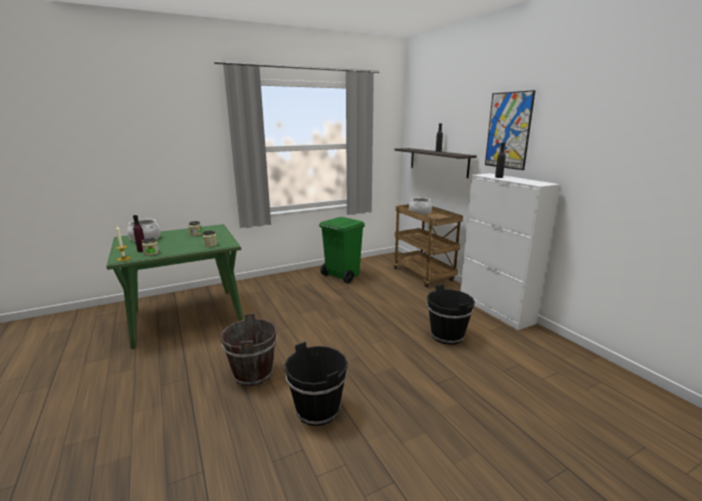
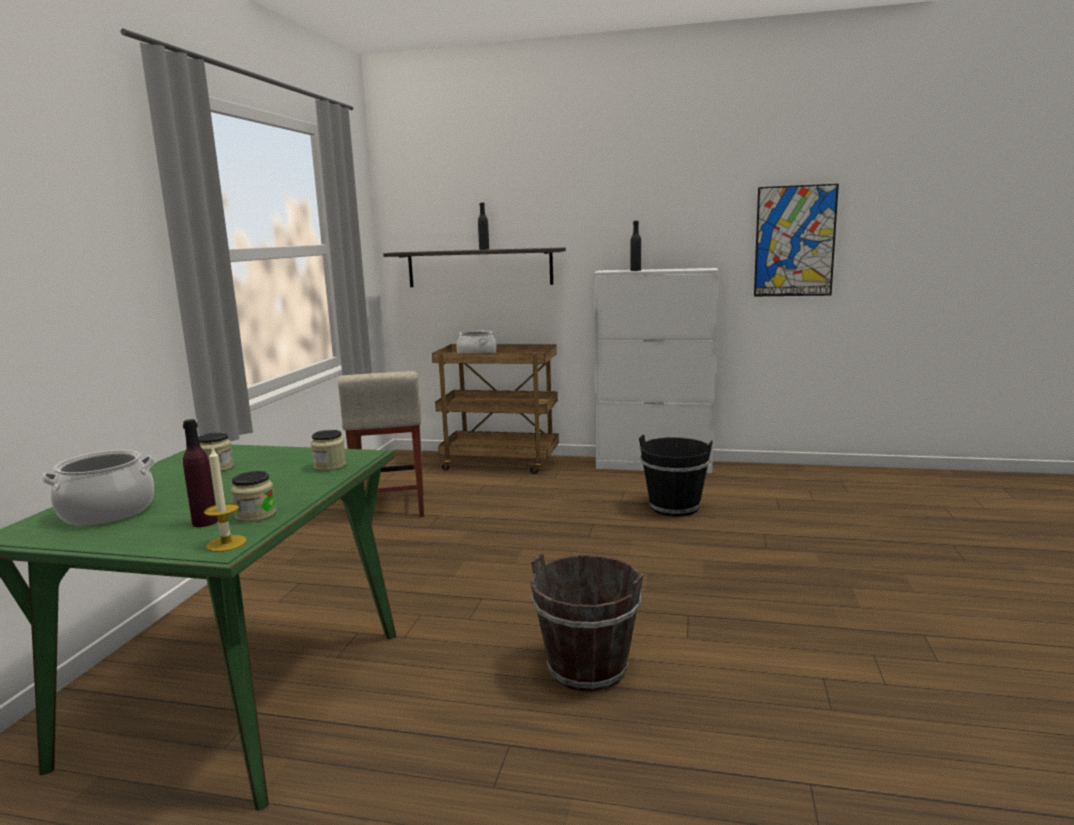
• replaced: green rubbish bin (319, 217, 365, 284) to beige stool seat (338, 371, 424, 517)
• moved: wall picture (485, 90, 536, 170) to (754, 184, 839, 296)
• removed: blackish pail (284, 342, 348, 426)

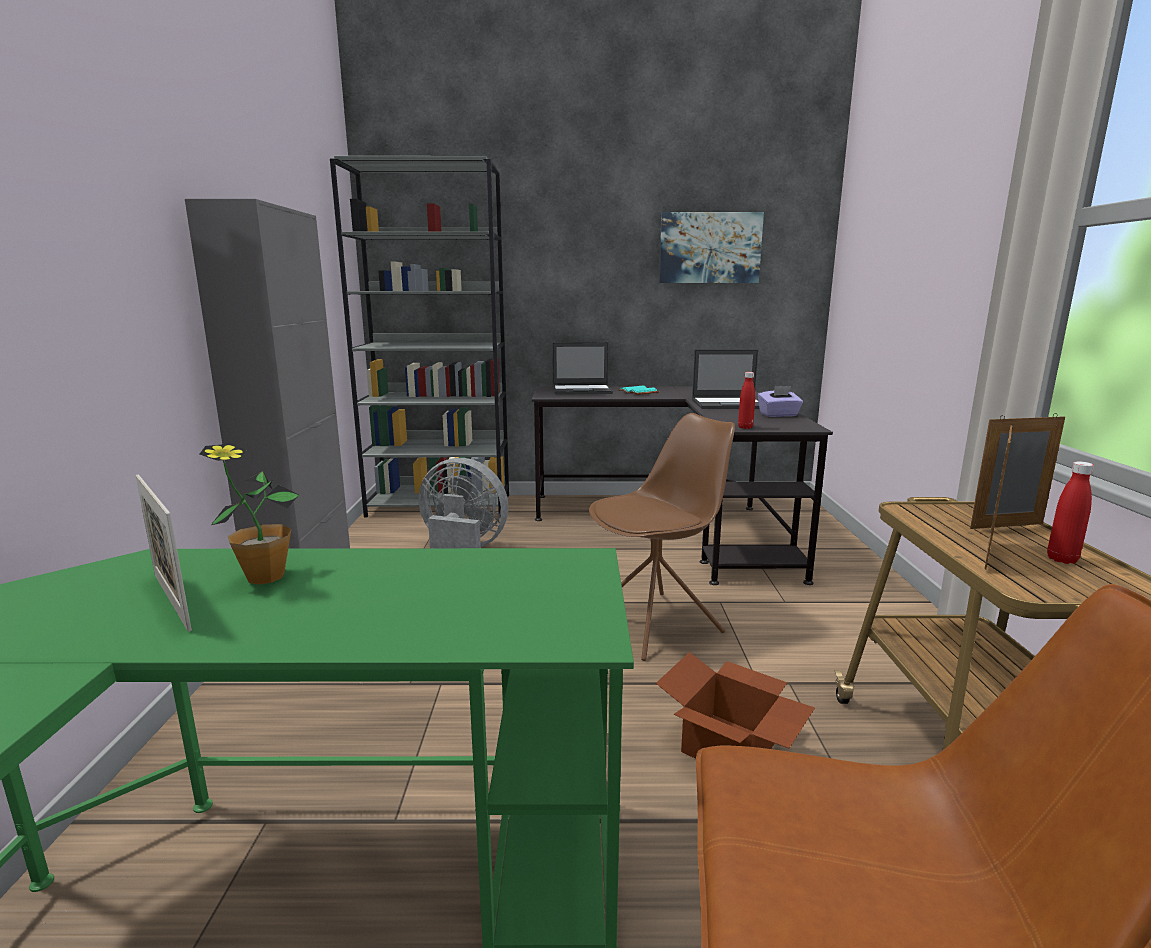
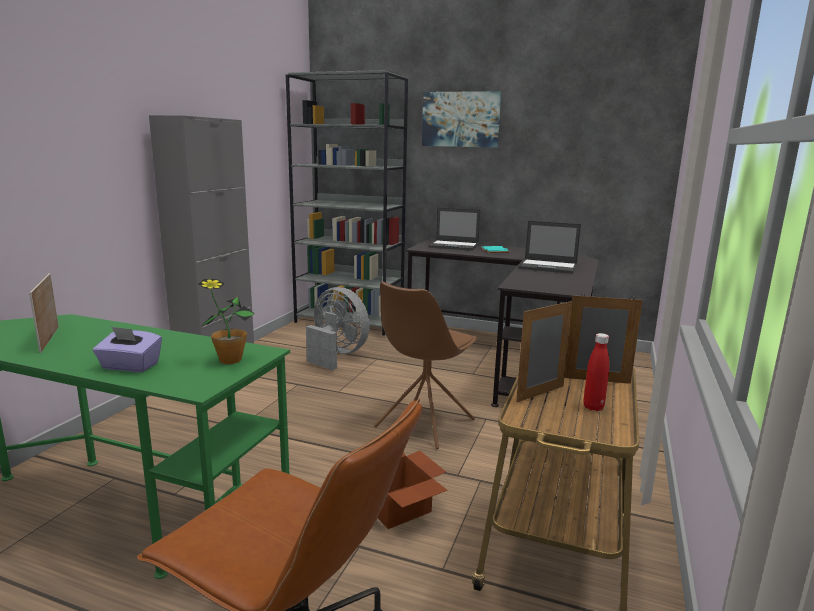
• moved: purple tissue box (758, 386, 803, 417) to (93, 326, 162, 372)
• moved: plant in a pot (200, 444, 299, 585) to (198, 279, 255, 364)
• turned: brown chair (589, 413, 735, 661) = (374, 282, 477, 449) 135 degrees clockwise
• moved: wall picture (659, 212, 764, 283) to (422, 91, 501, 148)
• removed: red bottle (738, 372, 755, 429)

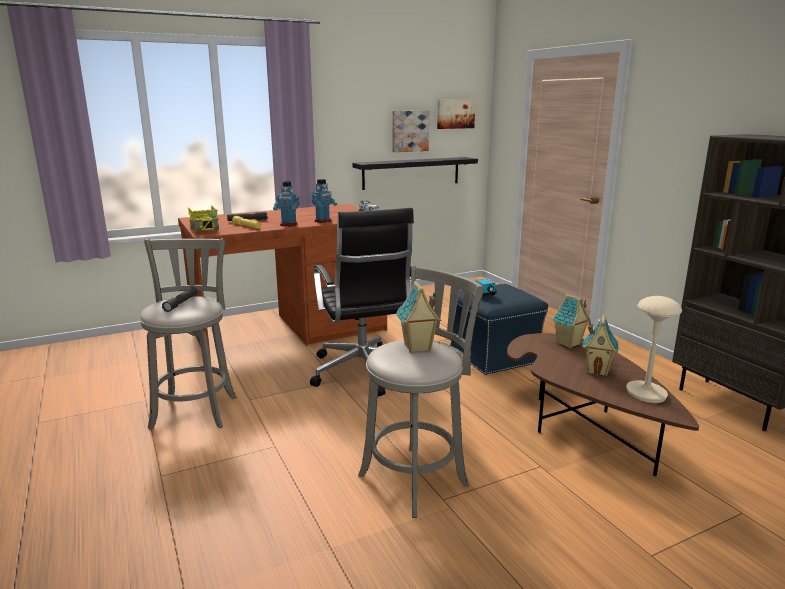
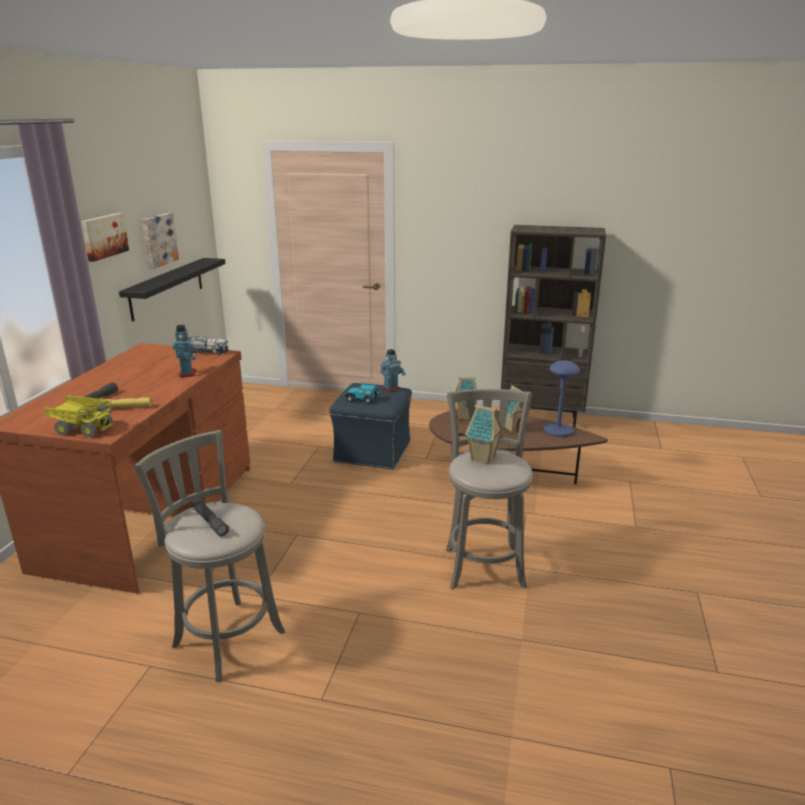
• moved: wall picture (437, 100, 476, 129) to (81, 213, 129, 262)
• moved: robot figure (273, 181, 300, 226) to (381, 349, 406, 392)
• recoloured: beige table lamp (626, 296, 682, 403) to blue table lamp (543, 360, 580, 437)
• removed: blackish desk chair (310, 208, 414, 396)

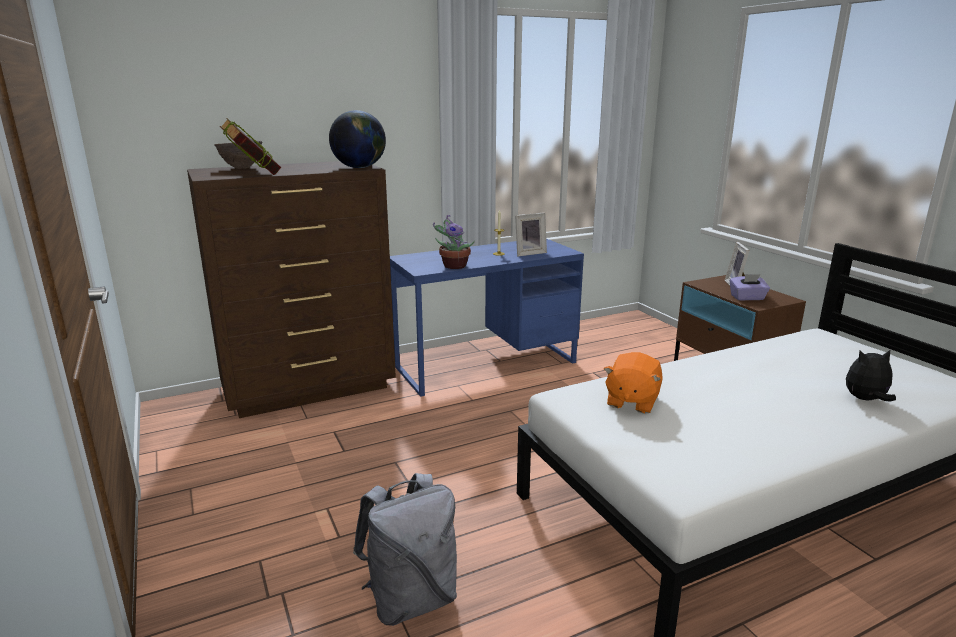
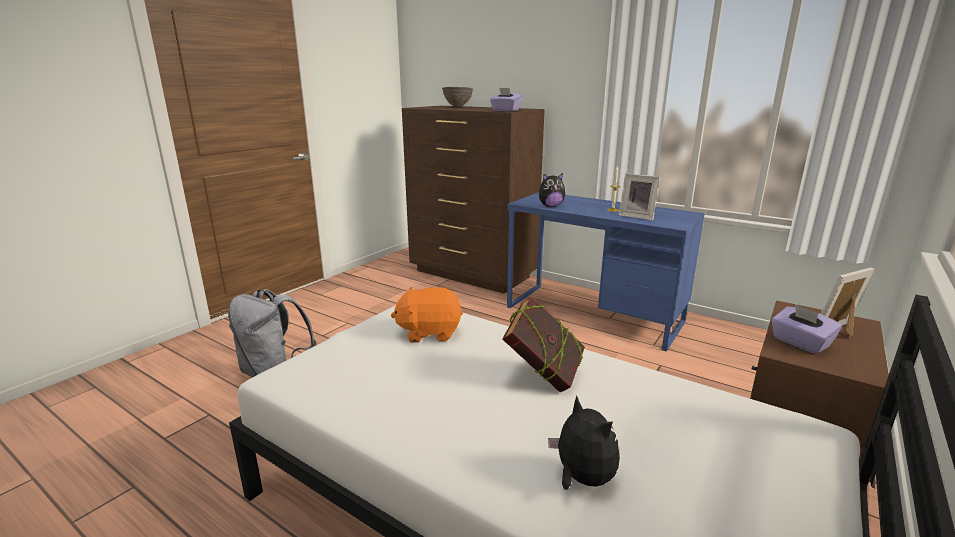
• replaced: world globe (329, 110, 386, 168) to purple tissue box (490, 88, 522, 111)
• moved: book (220, 119, 281, 175) to (502, 296, 585, 392)
• replaced: plant in a pot (433, 215, 475, 269) to plush toy (539, 173, 565, 207)

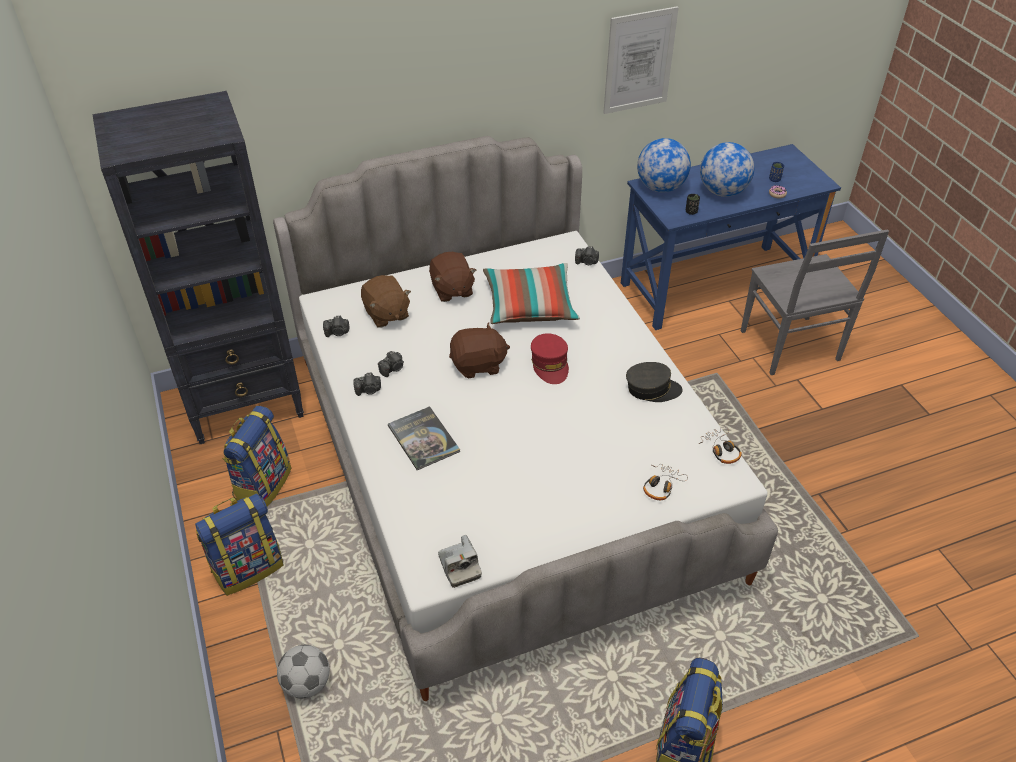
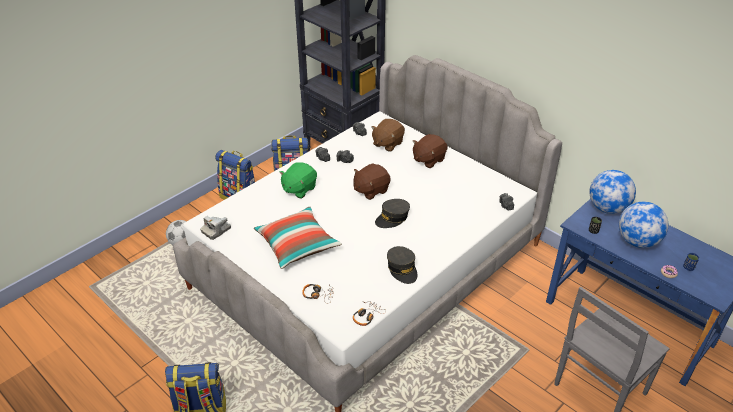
• moved: pillow (483, 263, 580, 324) to (254, 207, 342, 269)
• replaced: book (388, 406, 460, 470) to green plush toy (280, 162, 317, 198)
• turned: brown plush toy (449, 322, 510, 379) = (353, 163, 391, 200) 90 degrees clockwise
• recoloured: red baseball cap (531, 333, 569, 384) to greyish baseball cap (375, 199, 410, 228)
• removed: wall picture (603, 6, 679, 114)

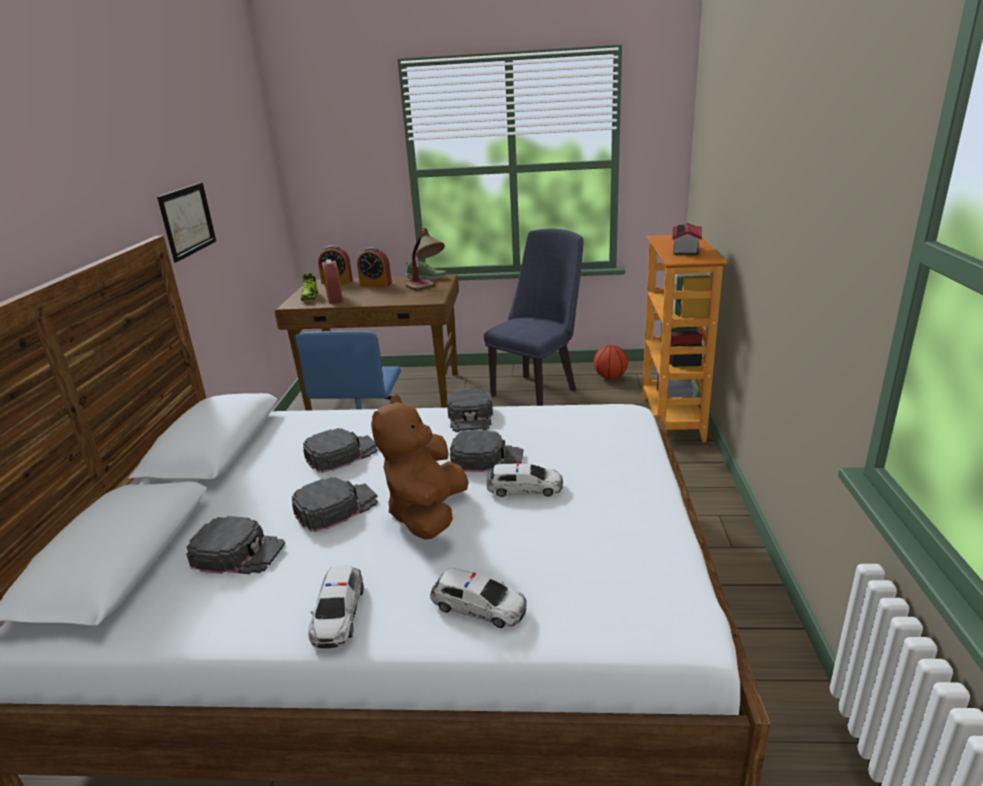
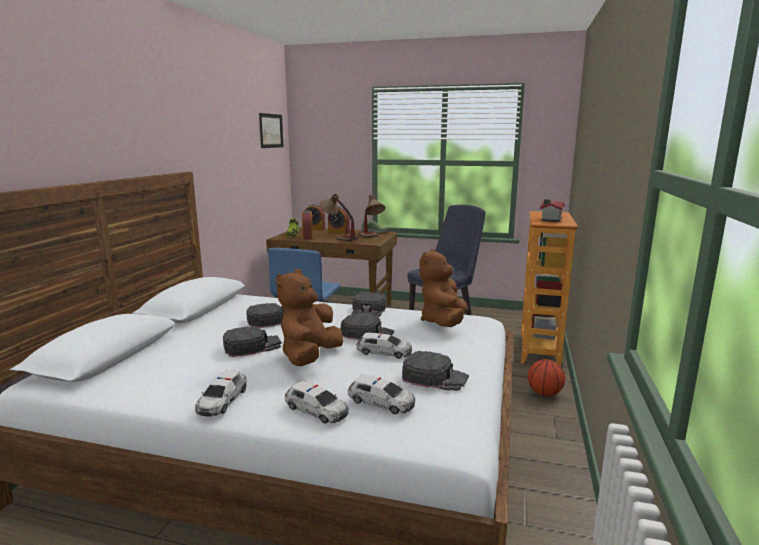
• moved: wall picture (157, 182, 216, 262) to (259, 113, 284, 148)
• added: table lamp (319, 194, 358, 241)
• added: model car (348, 375, 415, 414)
• moved: blackish baseball cap (186, 516, 285, 574) to (402, 351, 469, 391)
• added: brown plush toy (419, 249, 468, 327)
• moved: ball for basketball (594, 345, 628, 379) to (528, 359, 565, 396)

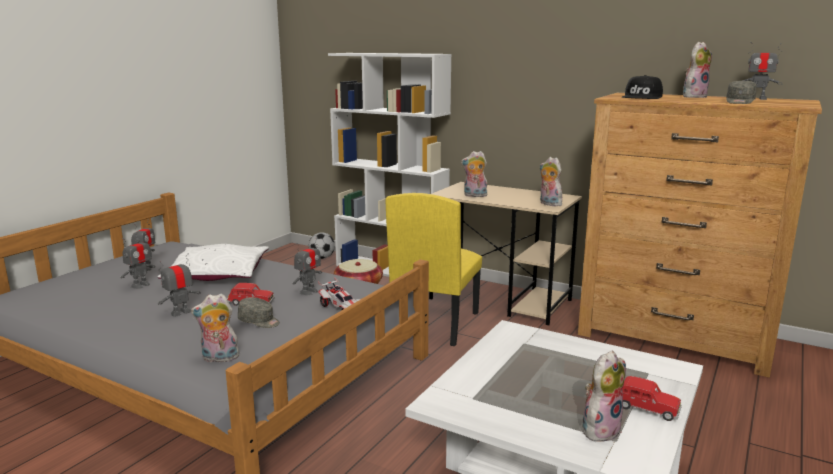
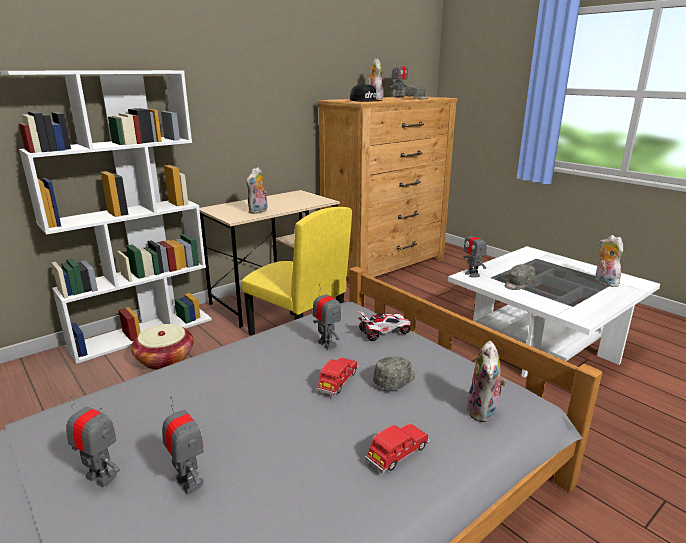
• moved: red model car (622, 376, 682, 421) to (365, 423, 430, 473)
• moved: robot figure (158, 253, 201, 317) to (463, 226, 487, 278)
• added: greyish baseball cap (505, 264, 535, 290)
• removed: white-coloured pillow (158, 244, 269, 281)
• removed: football ball (309, 232, 335, 259)
• removed: plush toy (539, 157, 562, 206)

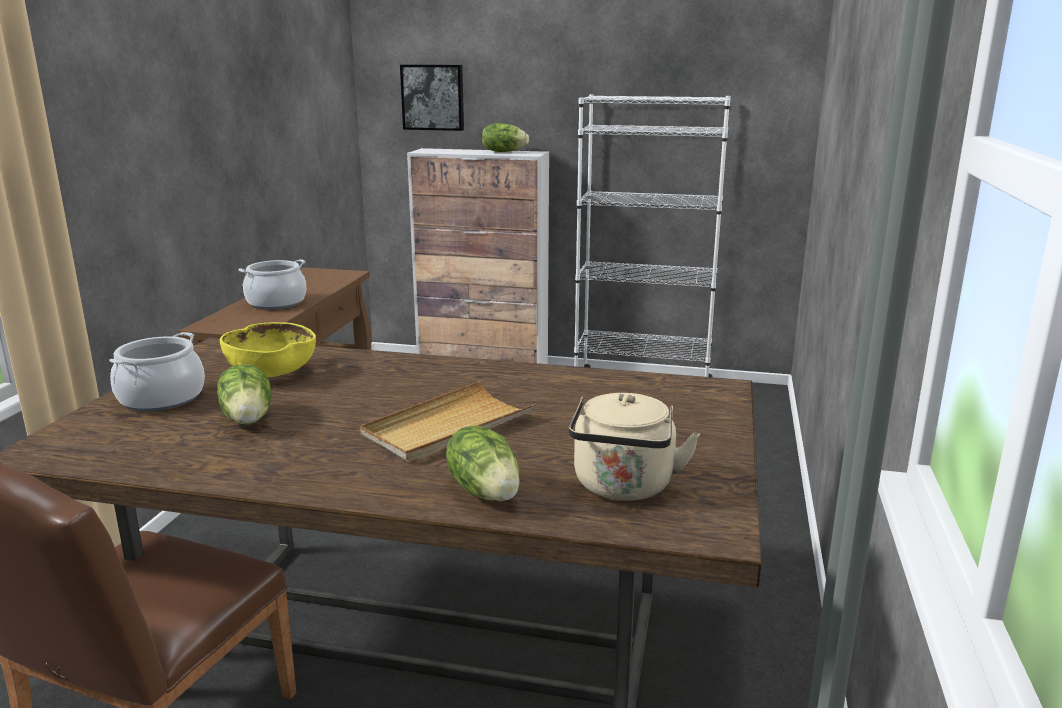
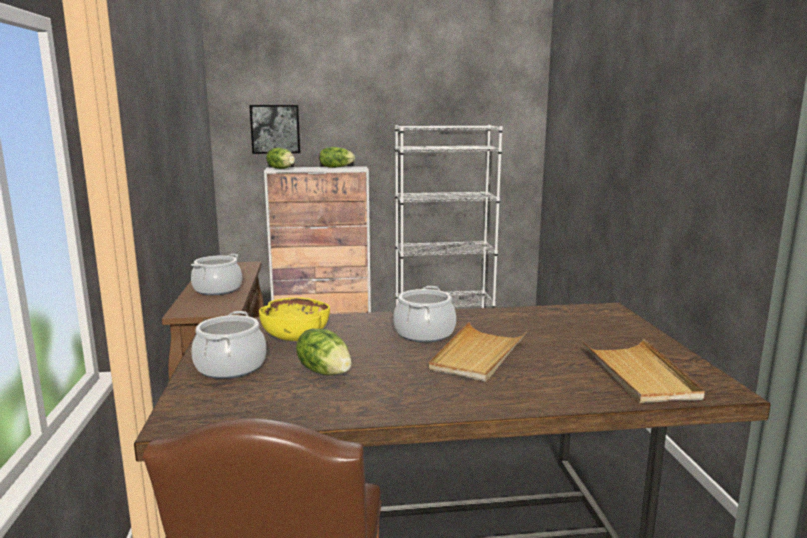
• moved: lettuce head (446, 425, 520, 501) to (266, 147, 295, 169)
• added: stockpot (393, 286, 456, 342)
• replaced: beige kettle (568, 393, 700, 501) to beige serving tray (582, 339, 705, 403)

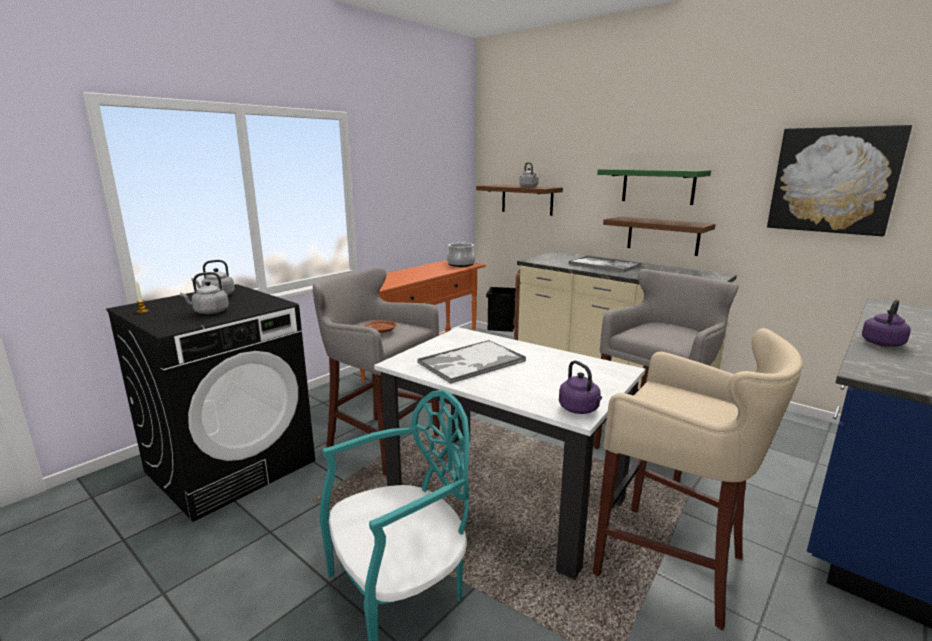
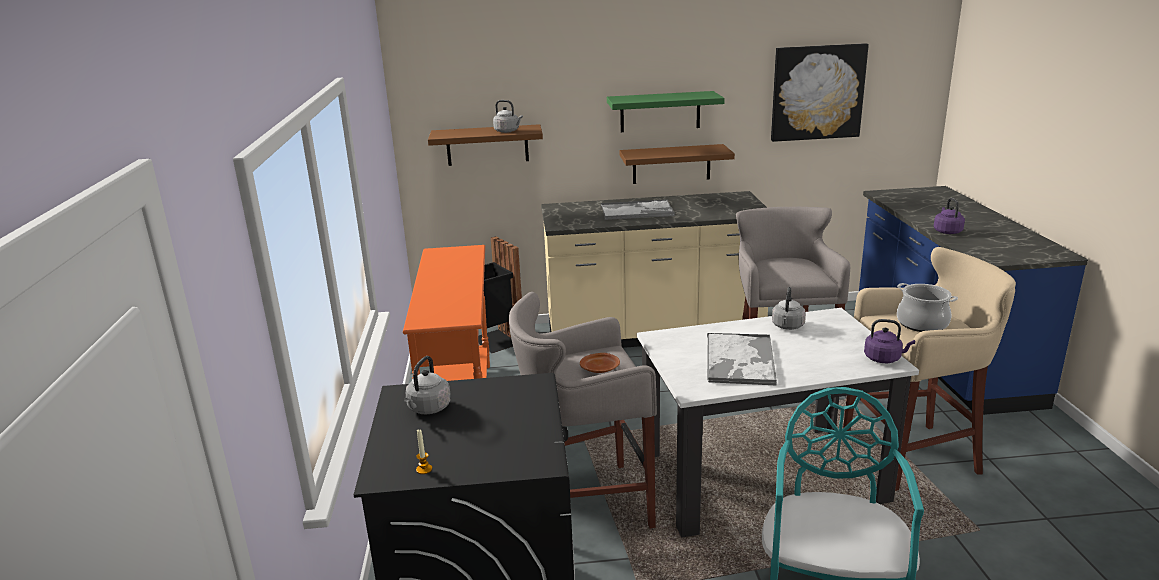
• moved: greyish kettle (180, 272, 229, 314) to (772, 287, 806, 330)
• moved: stockpot (447, 242, 475, 267) to (897, 283, 958, 332)

